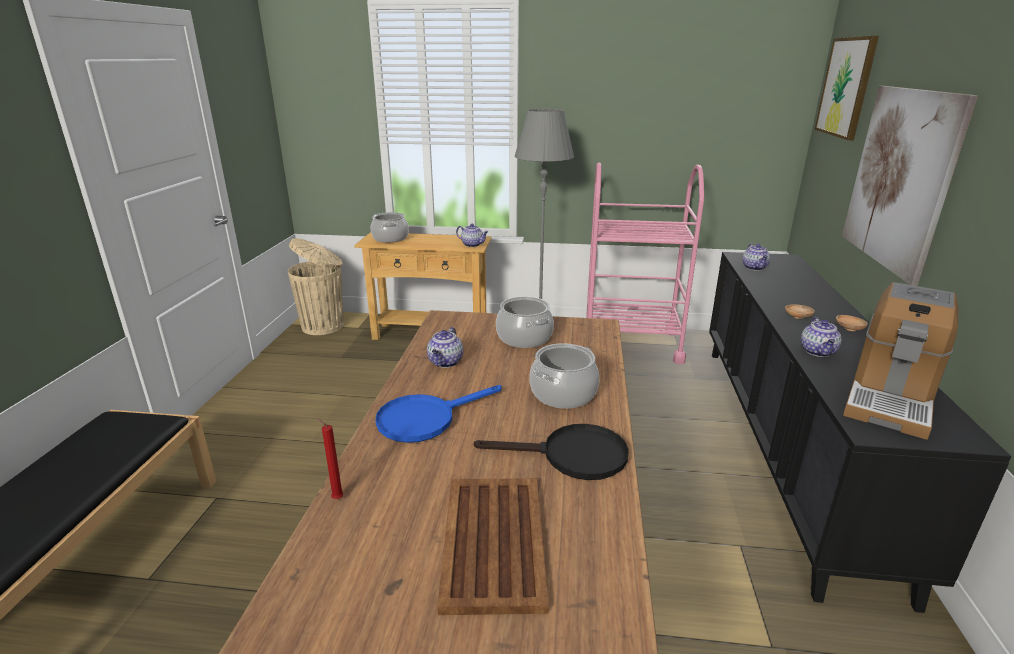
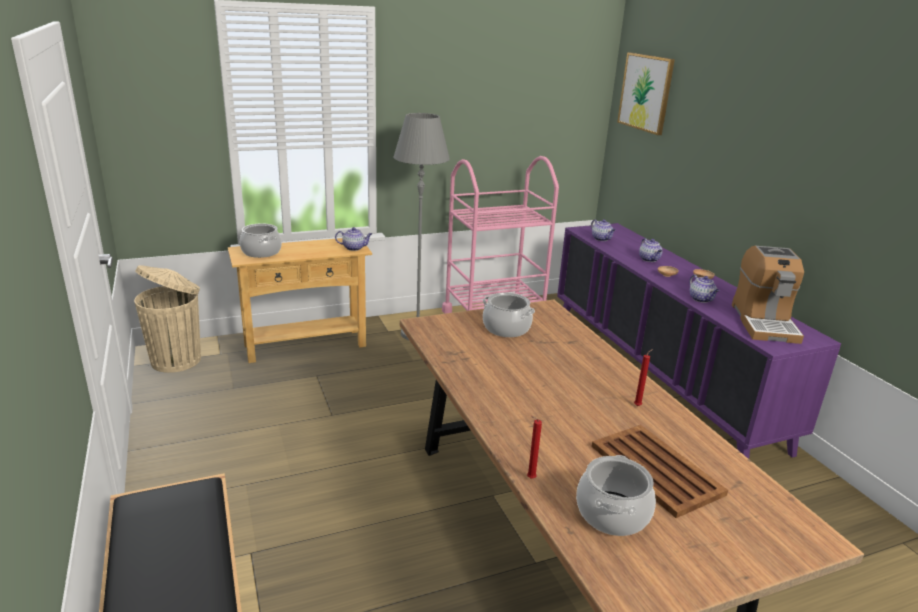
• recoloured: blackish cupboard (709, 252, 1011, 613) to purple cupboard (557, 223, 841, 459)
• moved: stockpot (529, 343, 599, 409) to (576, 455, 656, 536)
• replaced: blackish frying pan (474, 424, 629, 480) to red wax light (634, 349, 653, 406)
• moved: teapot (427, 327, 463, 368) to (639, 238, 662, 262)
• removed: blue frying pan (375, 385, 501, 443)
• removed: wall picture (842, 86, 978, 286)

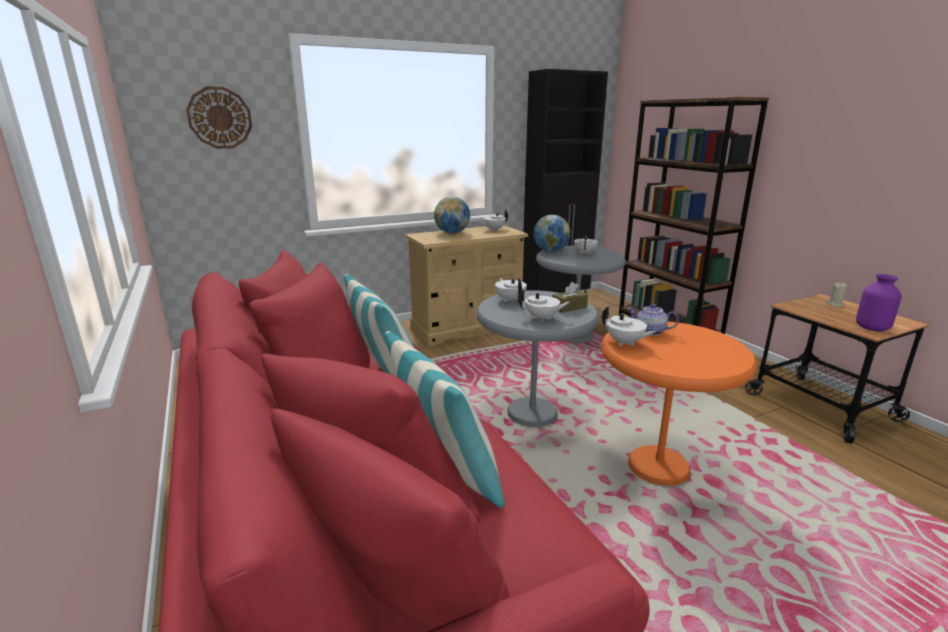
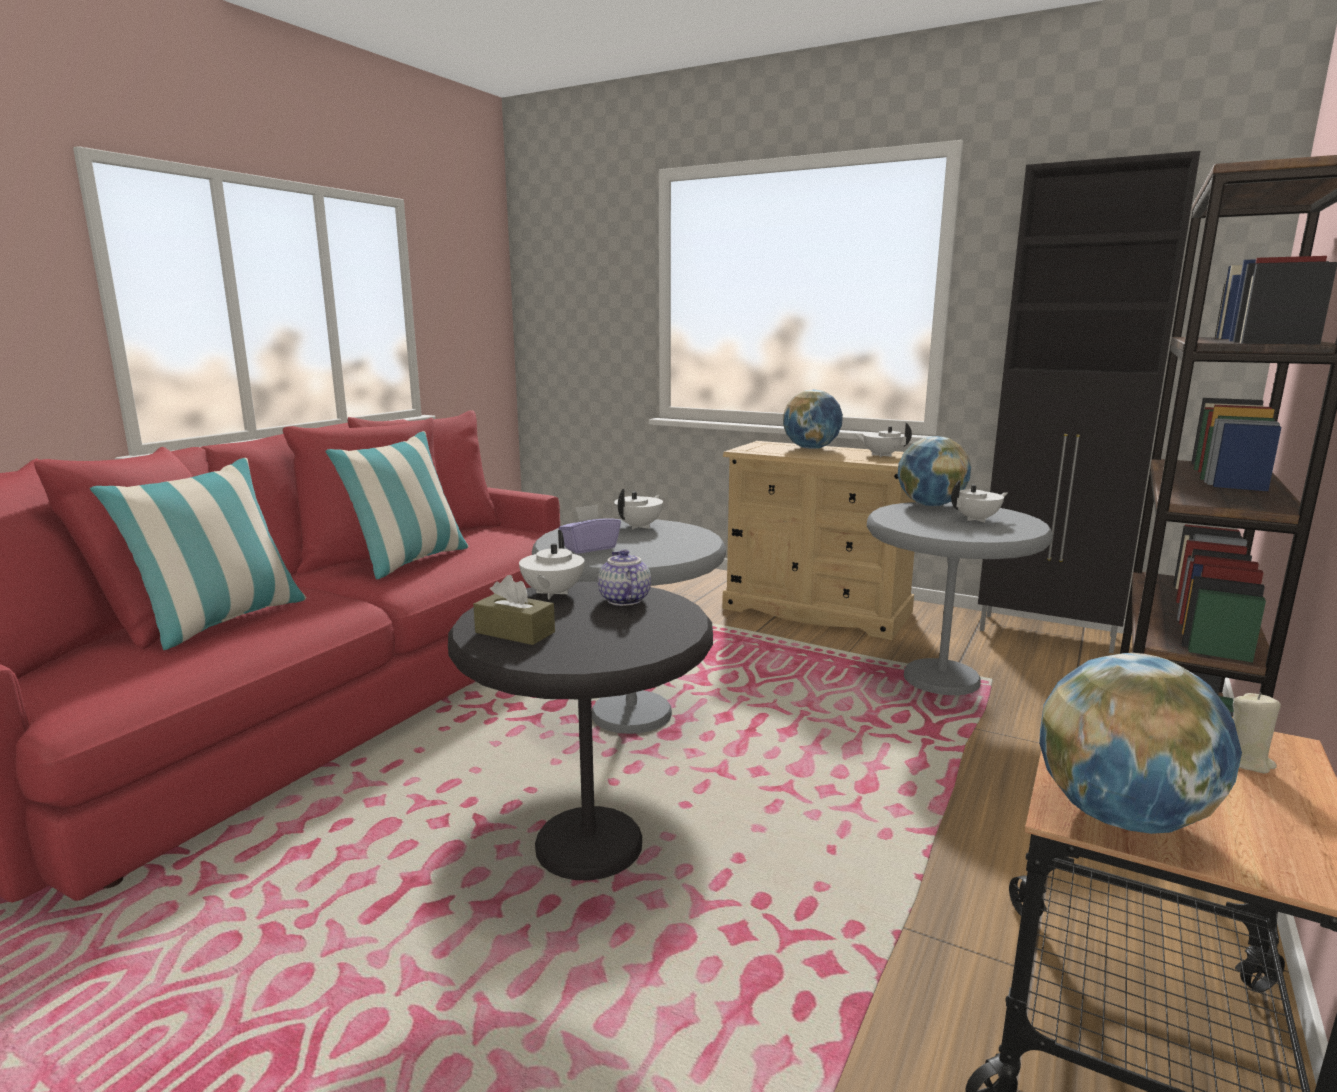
• recoloured: orangey side table (601, 322, 757, 486) to blackish side table (448, 582, 713, 880)
• moved: brown tissue box (552, 282, 588, 313) to (473, 575, 555, 645)
• replaced: white-coloured teapot (518, 289, 570, 322) to purple tissue box (559, 504, 621, 554)
• replaced: purple flower vase (856, 274, 902, 331) to world globe (1039, 653, 1242, 834)
• removed: clock on the wall (186, 87, 252, 149)

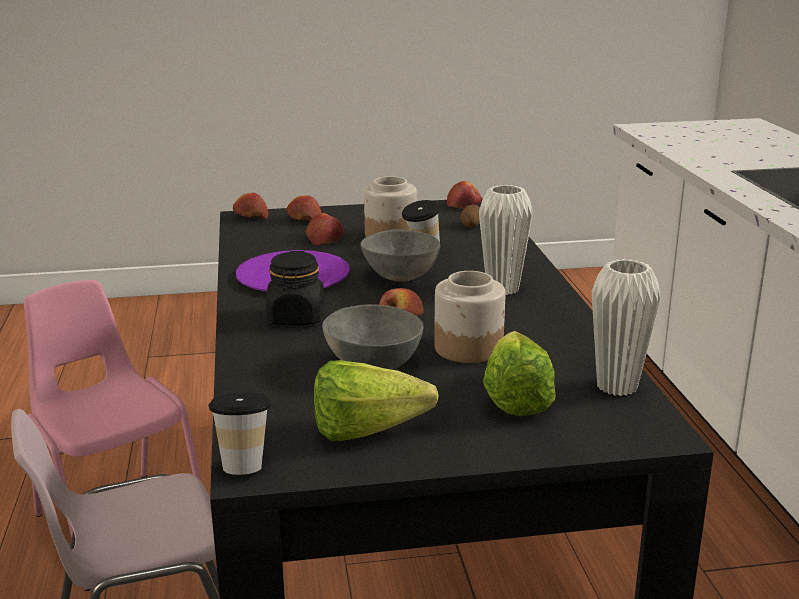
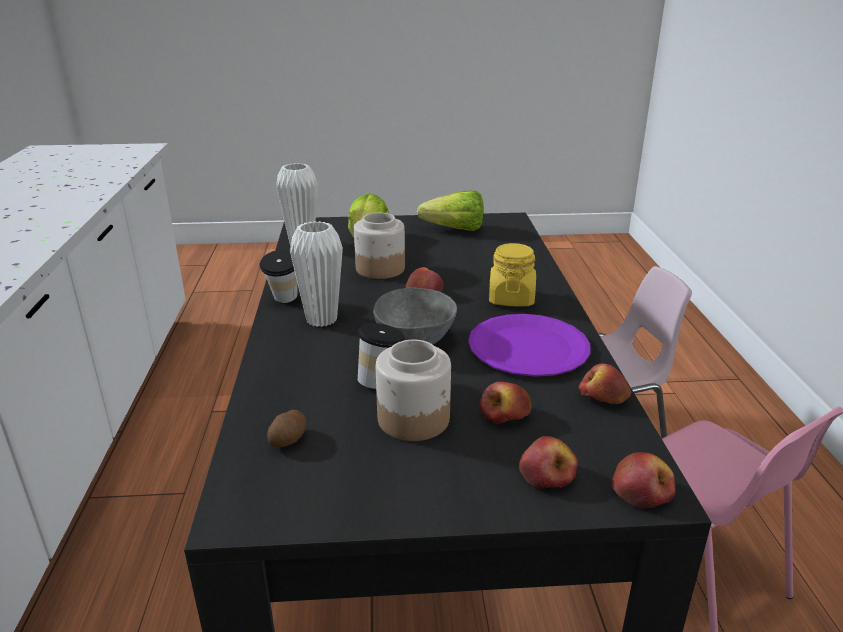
• moved: drinking cup (208, 393, 271, 475) to (259, 250, 298, 303)
• recoloured: blackish jar (266, 251, 324, 325) to yellow-coloured jar (489, 243, 536, 307)
• moved: whole apple (447, 181, 482, 209) to (578, 363, 631, 404)
• removed: greyish bowl (322, 304, 423, 370)

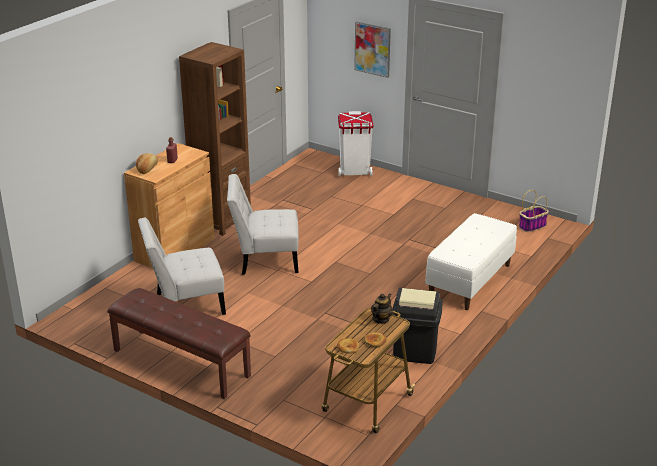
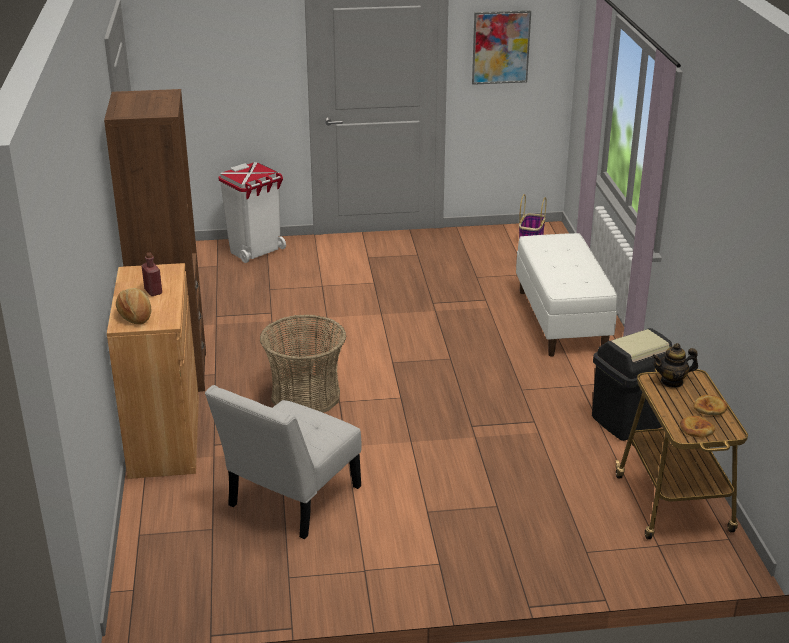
• replaced: white-coloured chair (227, 174, 299, 275) to basket (260, 314, 346, 413)
• moved: wall picture (354, 21, 391, 78) to (472, 10, 531, 85)
• turned: teapot (371, 293, 393, 324) = (652, 343, 698, 388) 90 degrees counterclockwise
• removed: brown long seat (107, 288, 251, 399)

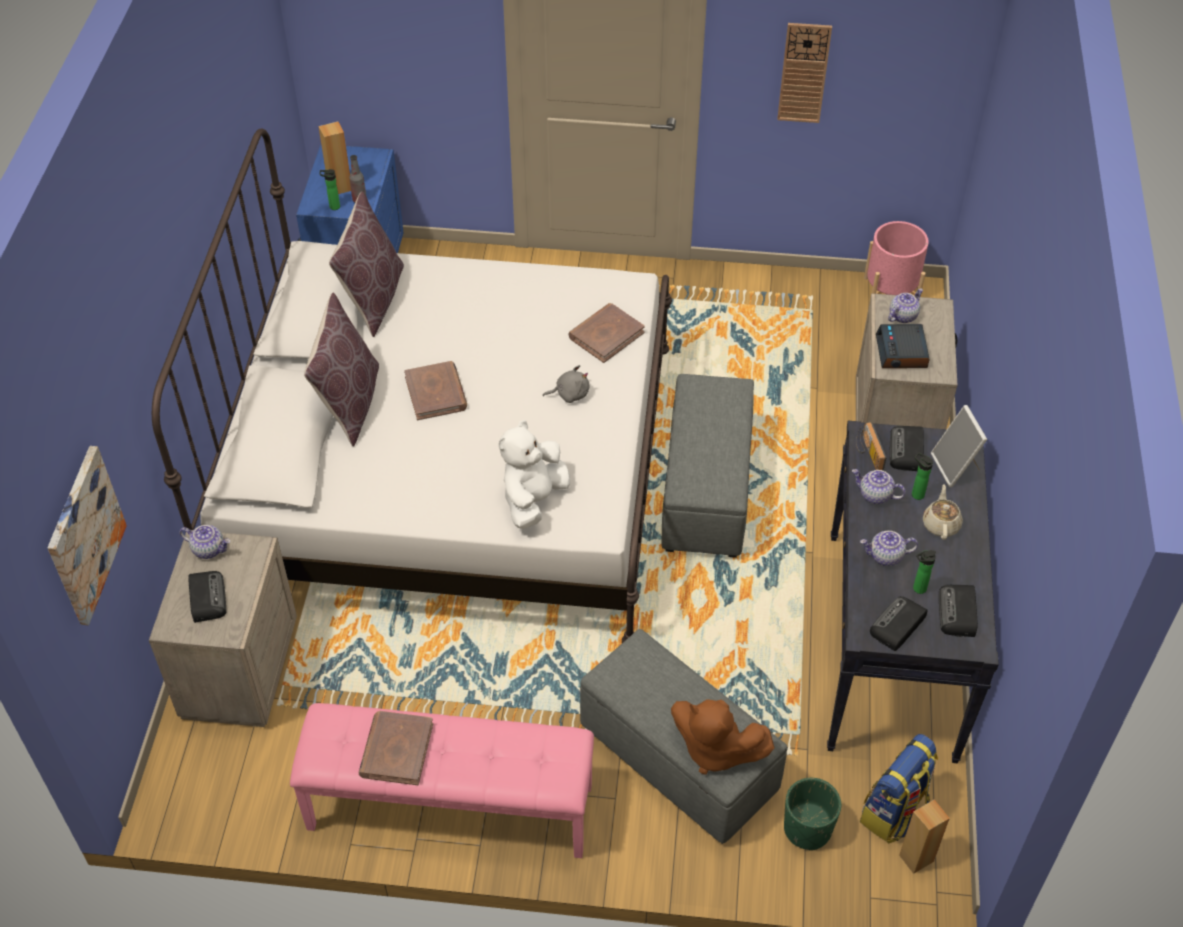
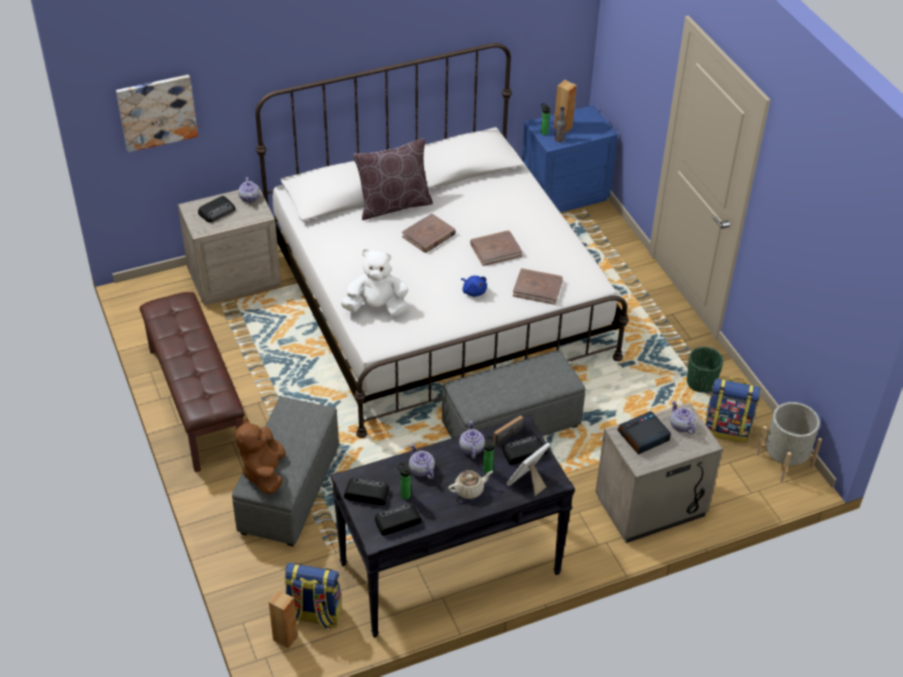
• recoloured: pink-coloured long seat (290, 703, 594, 858) to brown long seat (140, 292, 245, 472)
• recoloured: greyish plush toy (543, 365, 589, 403) to blue plush toy (461, 276, 487, 297)
• moved: brown book (359, 711, 433, 785) to (470, 231, 522, 266)
• turned: teapot (888, 288, 923, 323) = (670, 401, 696, 434) 135 degrees counterclockwise
• moved: green plant pot (784, 778, 841, 851) to (687, 347, 724, 393)
• added: knapsack (705, 377, 760, 443)
• recoloured: pink-coloured plant pot (864, 221, 929, 297) to greyish plant pot (756, 402, 822, 482)
• removed: brown pillow (329, 191, 404, 337)
• removed: clock on the wall (777, 23, 832, 123)

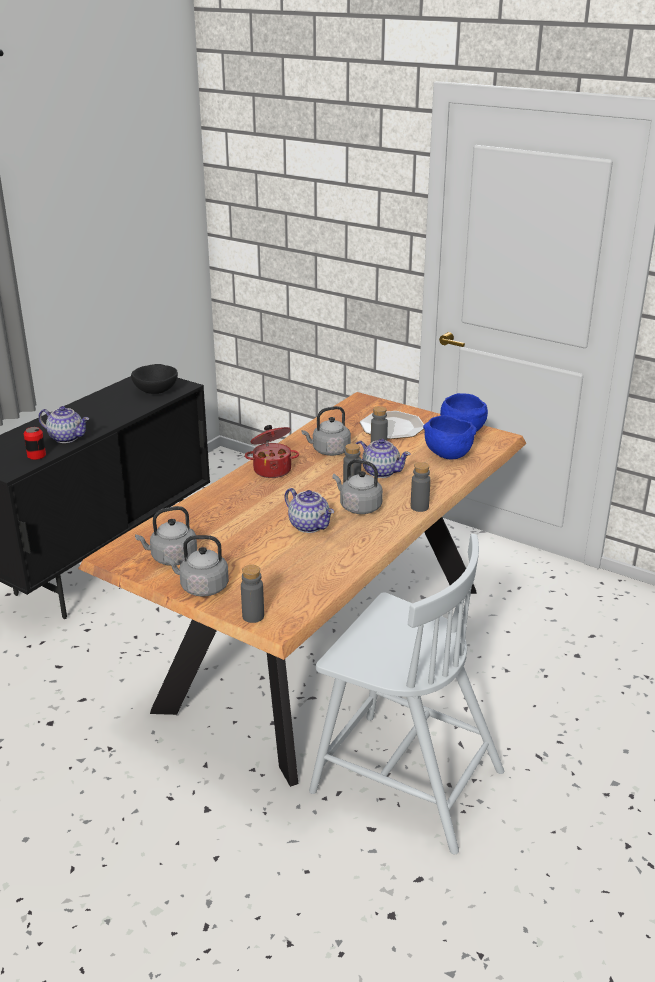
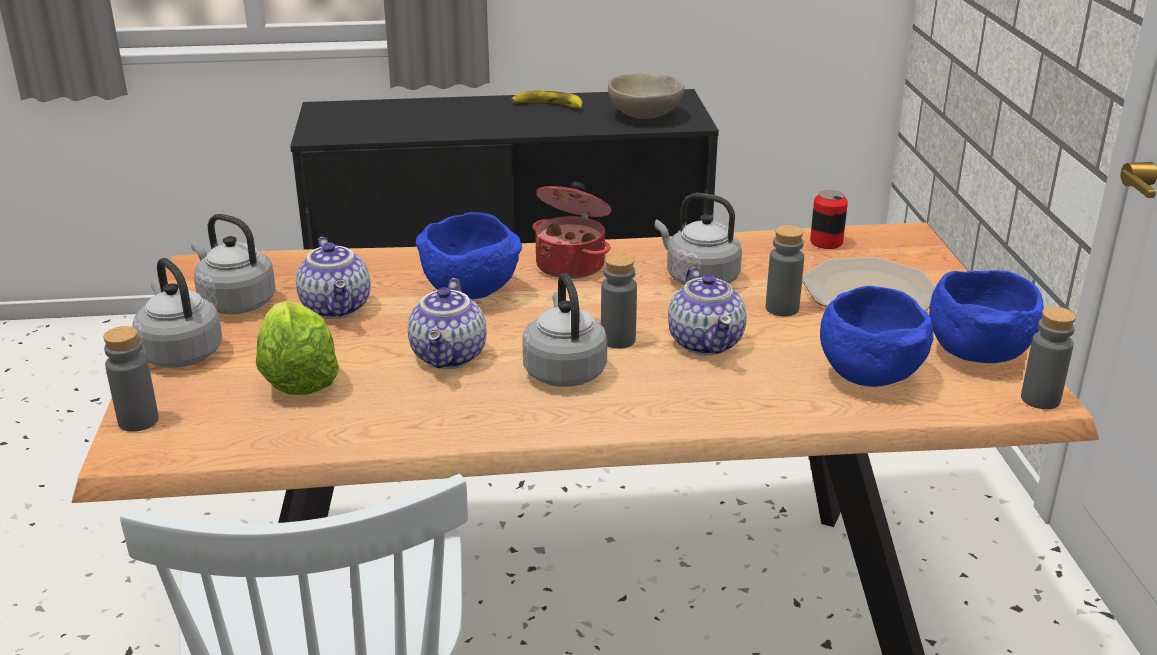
• added: lettuce head (256, 300, 339, 395)
• moved: teapot (38, 406, 89, 443) to (296, 237, 371, 319)
• added: blue bowl (416, 212, 522, 300)
• added: banana (511, 90, 583, 109)
• recoloured: blackish bowl (131, 364, 178, 394) to beige bowl (608, 73, 684, 119)
• moved: sealed can (24, 427, 46, 460) to (810, 190, 848, 249)
• moved: greyish bottle (411, 462, 430, 512) to (1021, 307, 1076, 409)

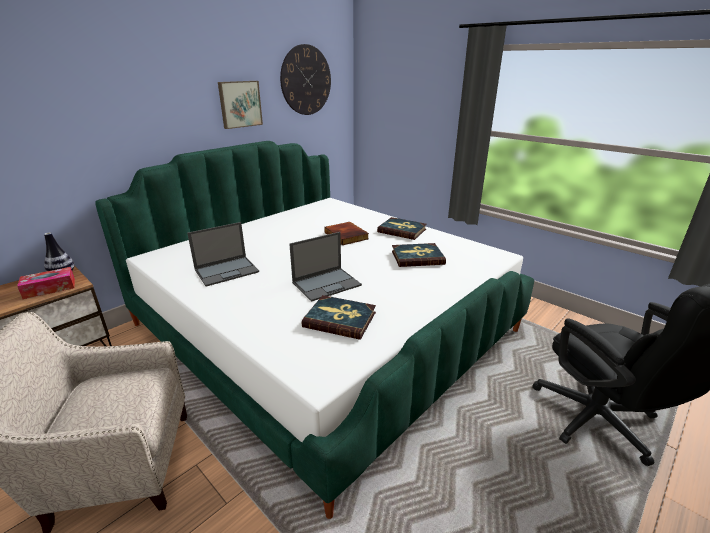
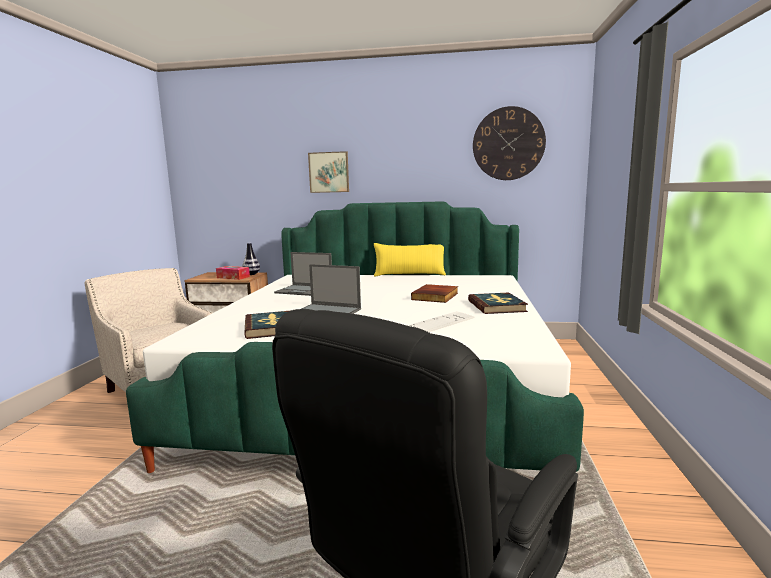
• moved: wall picture (218, 81, 263, 129) to (308, 151, 349, 193)
• added: yellow-coloured pillow (374, 243, 446, 276)
• replaced: book (392, 243, 446, 267) to keyboard (407, 311, 475, 332)

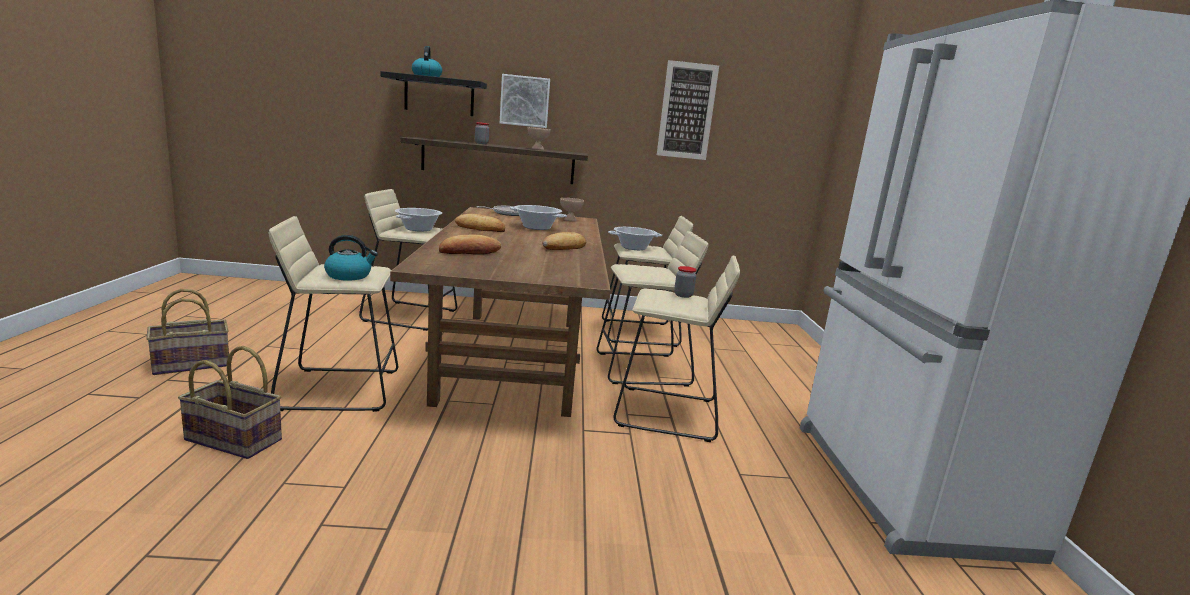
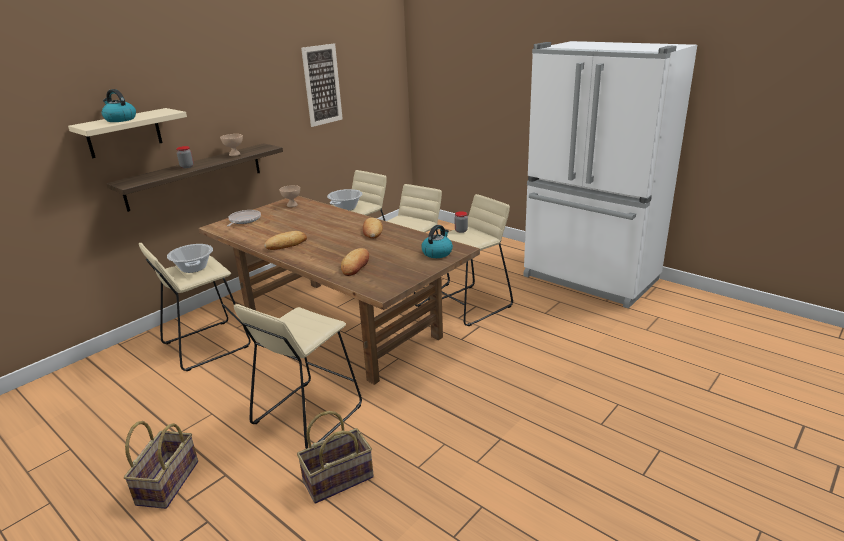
• recoloured: blackish shelf (380, 71, 487, 116) to beige shelf (68, 108, 187, 158)
• moved: kettle (324, 235, 378, 281) to (421, 225, 453, 258)
• removed: wall picture (500, 74, 550, 128)
• removed: stockpot (510, 205, 567, 230)

